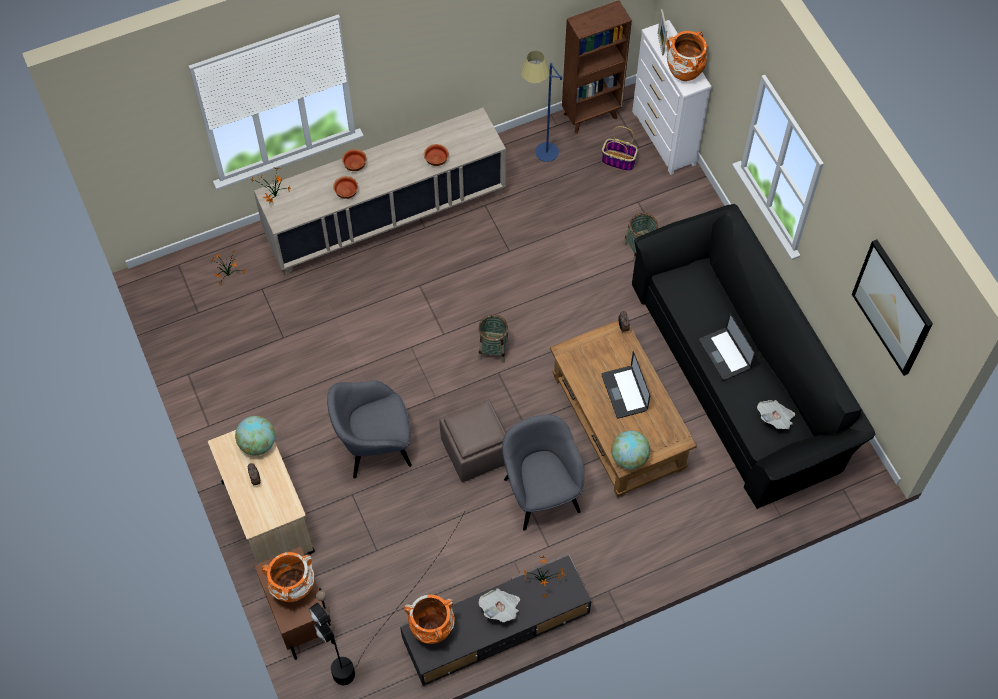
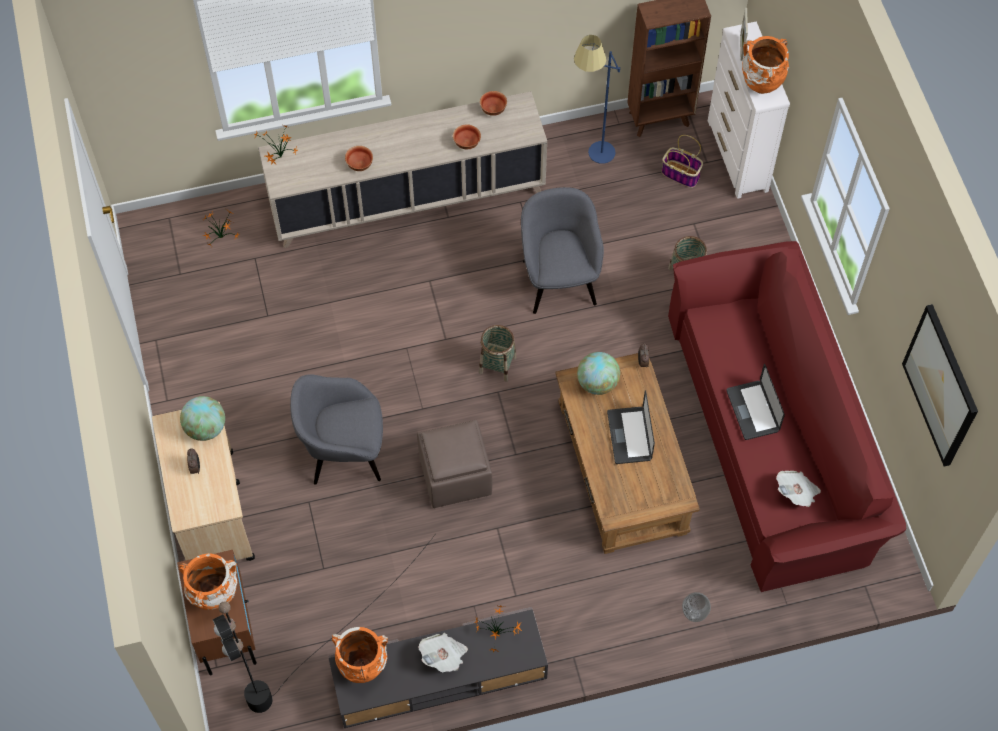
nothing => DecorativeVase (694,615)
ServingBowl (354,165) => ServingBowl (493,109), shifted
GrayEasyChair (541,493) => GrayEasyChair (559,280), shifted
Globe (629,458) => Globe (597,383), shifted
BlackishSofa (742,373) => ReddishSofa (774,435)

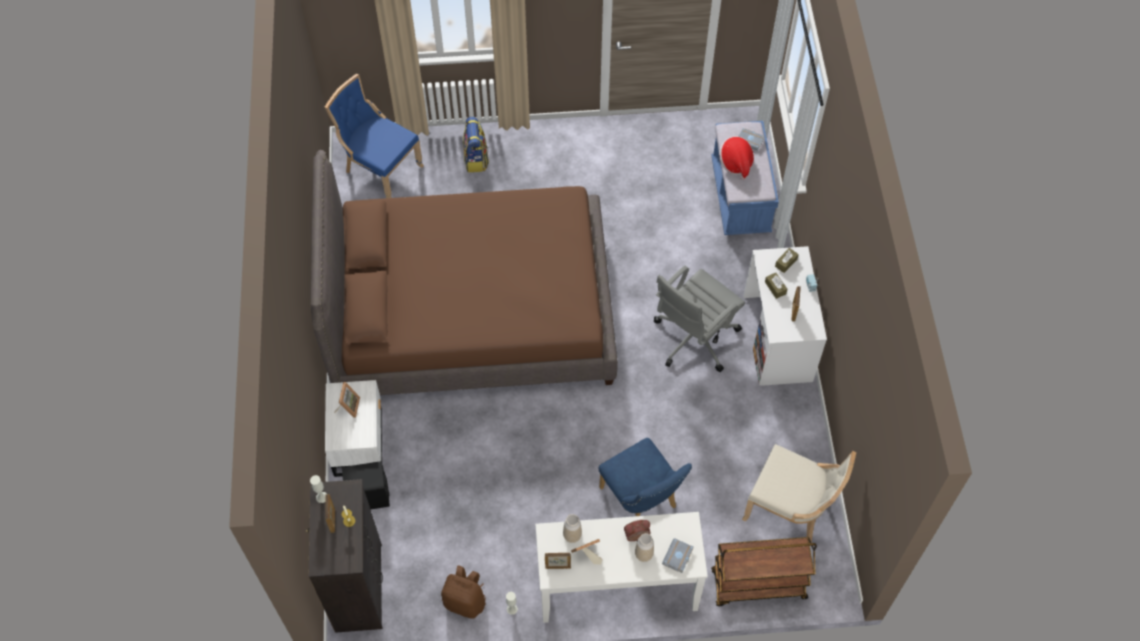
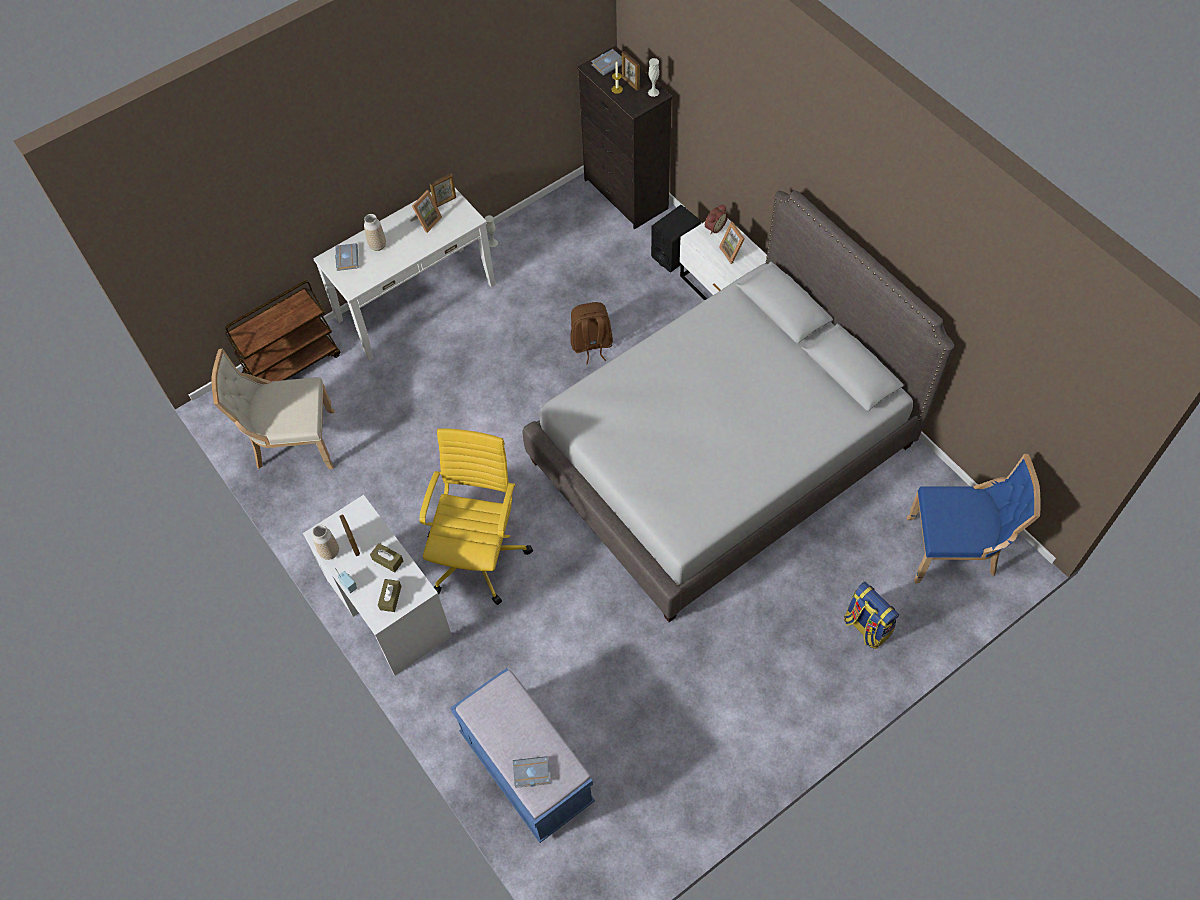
BlueColouredUprightChair (641,501) => nothing
Hat (735,163) => nothing
nothing => GrayBoundBook (608,63)
BrownishKnapsack (465,601) => BrownishKnapsack (591,345), shifted
DecorativeVase (572,535) => DecorativeVase (330,552), shifted
AlarmClock (637,536) => AlarmClock (714,227), shifted
BrownishBedroomBed (471,311) => GrayBedroomBed (722,453)
GrayDeskChair (693,339) => YellowColouredDeskChair (478,554)

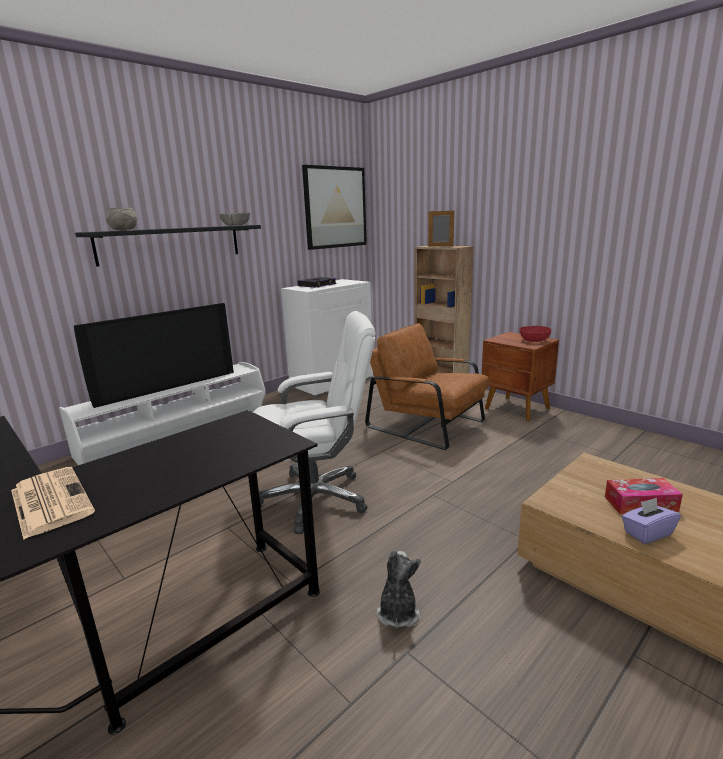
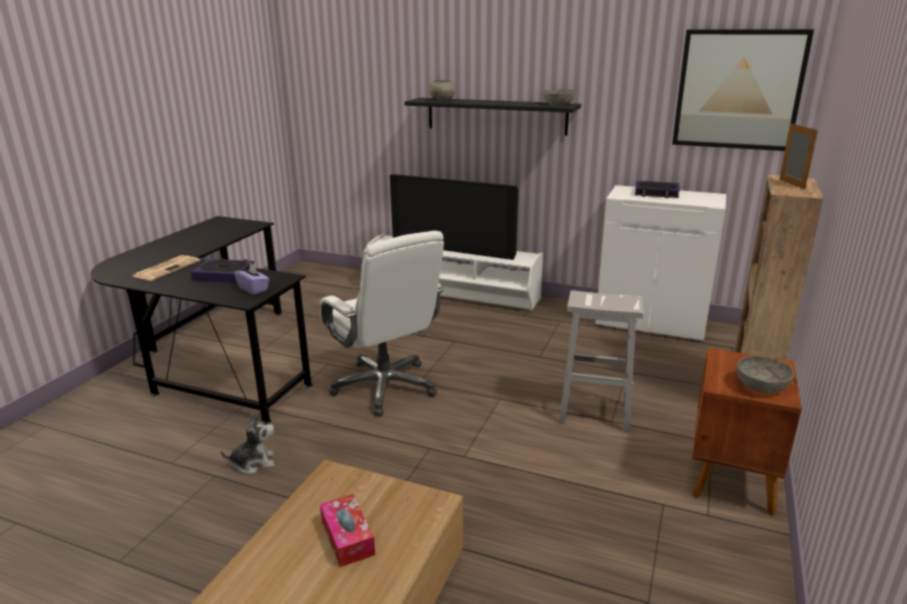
nothing => BoundBook (224,274)
PurplishTissueBox (647,533) => PurplishTissueBox (253,289), shifted
BrownishEasyChair (428,424) => WhitishSittingStool (596,413)
ReddishServingBowl (534,340) => GrayServingBowl (761,386)

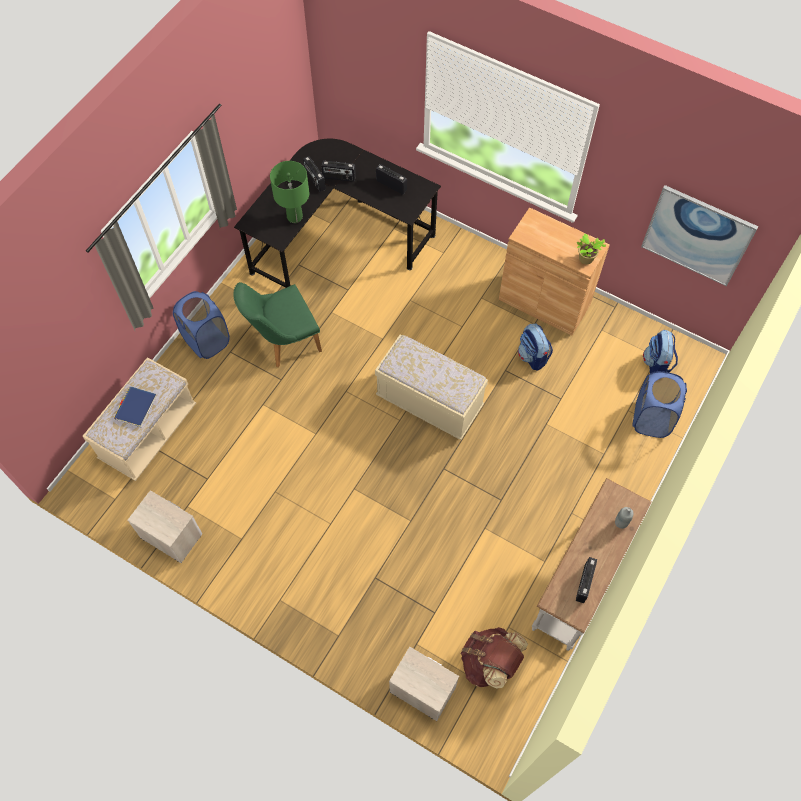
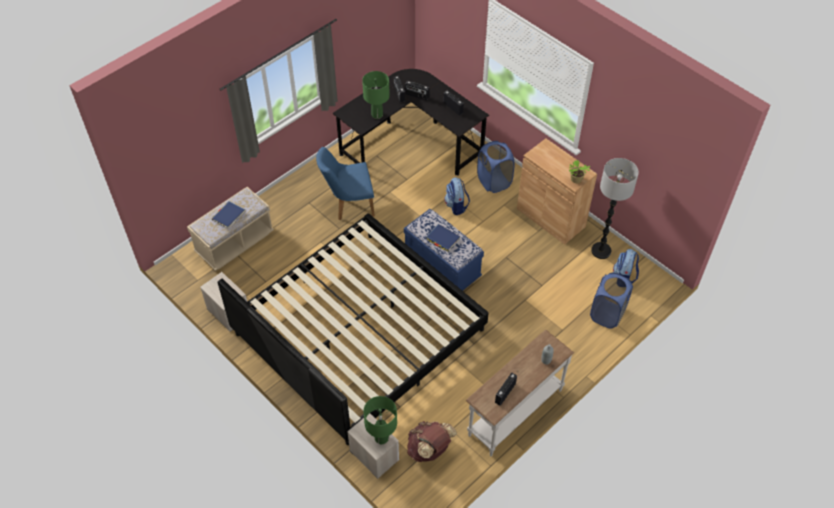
WallPicture (697,235) => nothing
nothing => BedroomBed (359,332)
nothing => GreenColouredTabletopLamp (381,438)
nothing => BlueColouredBoundBook (443,239)
nothing => StandingLamp (601,251)
BlueColouredLaundryBasket (207,341) => BlueColouredLaundryBasket (494,181), shifted
Knapsack (532,356) => Knapsack (456,206), shifted
GreenColouredUprightChair (283,342) => BlueColouredUprightChair (348,204)
SandColouredBench (429,402) => BlueColouredBench (442,266)

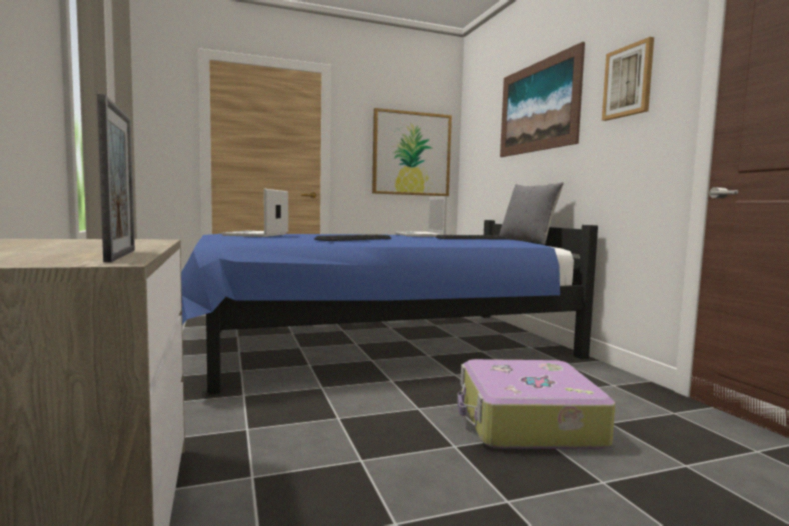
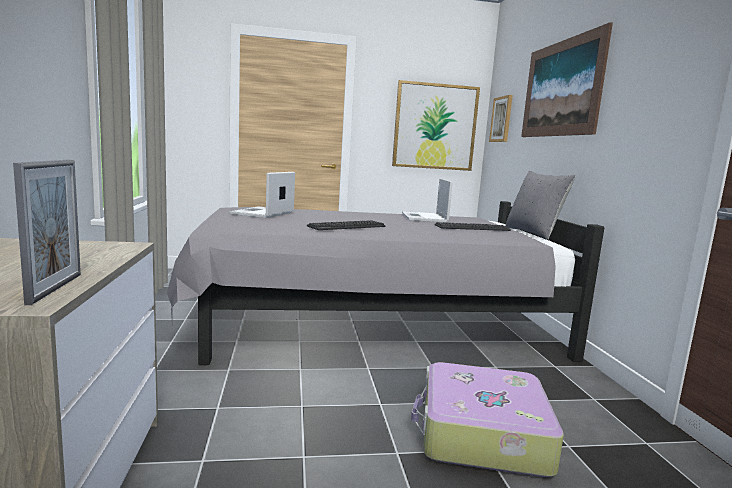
WallPicture (628,81) => WallPicture (501,119), shifted
BlueColouredBedroomBed (374,344) => GrayBedroomBed (368,323)

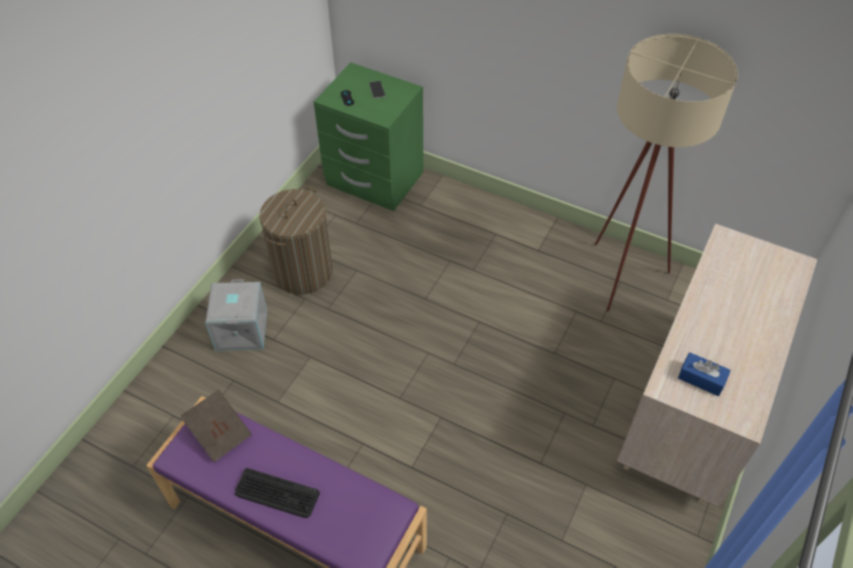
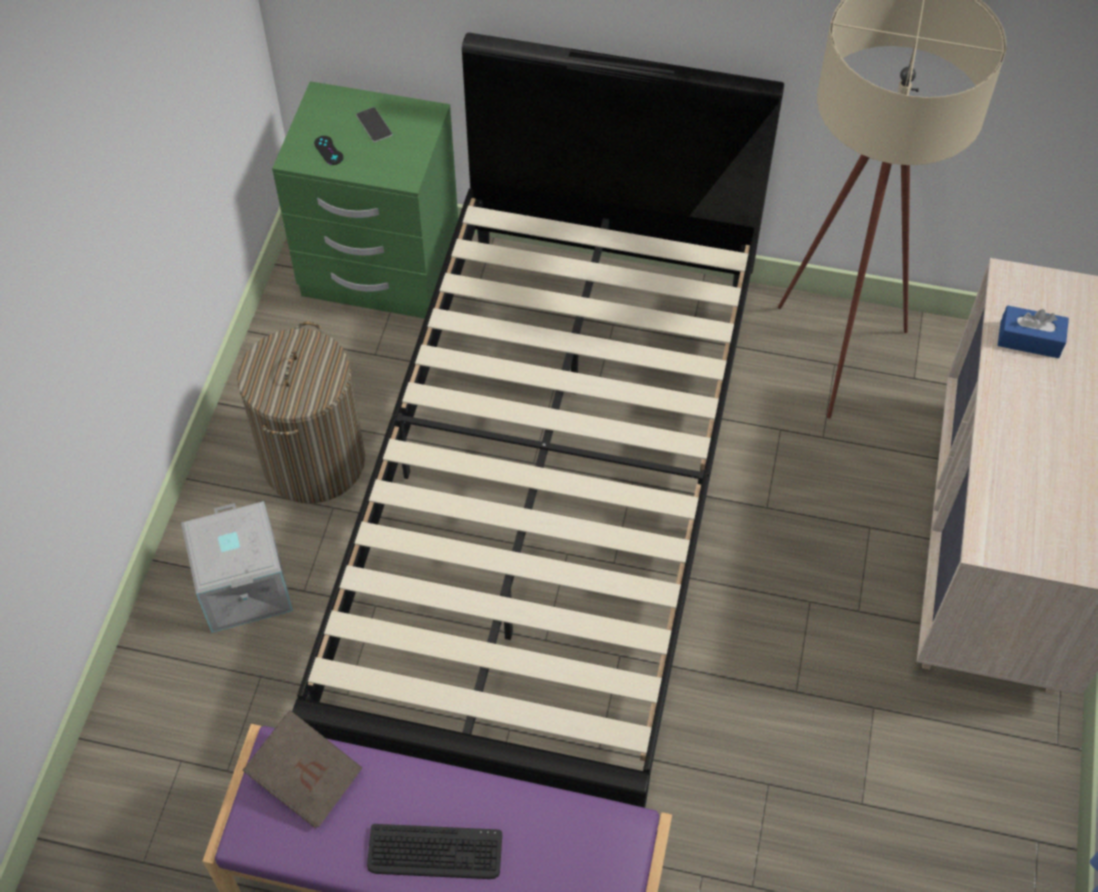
nothing => BlackishBedroomBed (549,505)
BlueColouredTissueBox (701,379) => BlueColouredTissueBox (1029,340), shifted

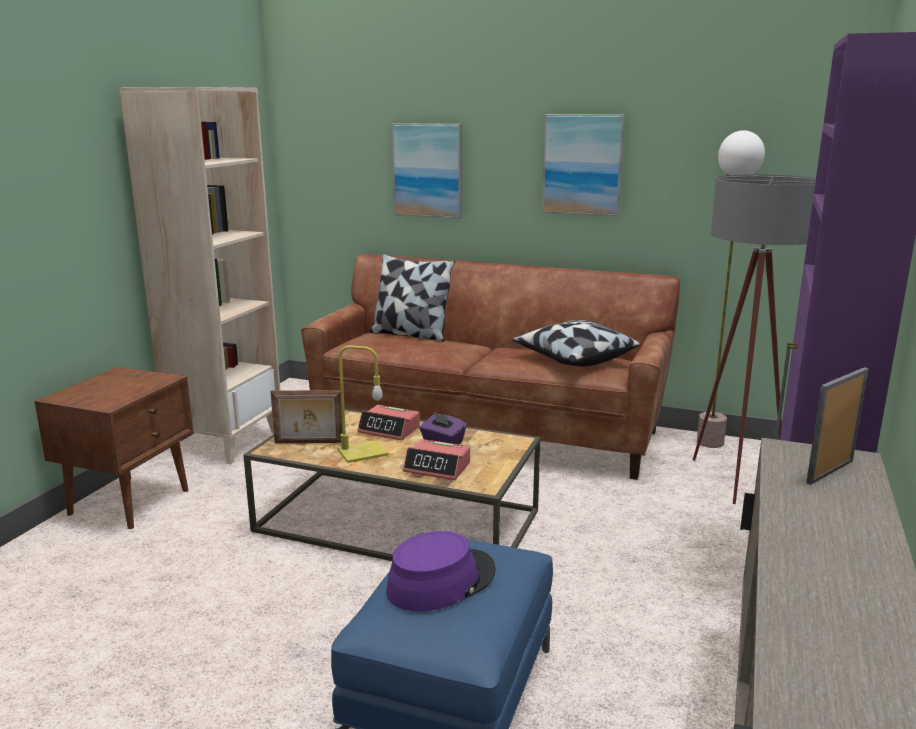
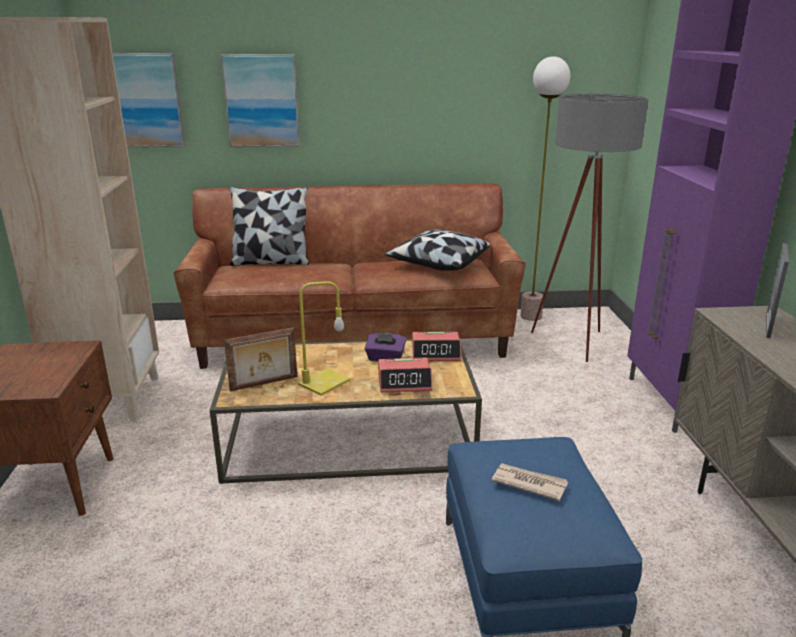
AlarmClock (389,430) => AlarmClock (436,353), shifted
WallPicture (582,164) => WallPicture (143,100), shifted
PurplishHat (441,581) => Newspaper (528,483)

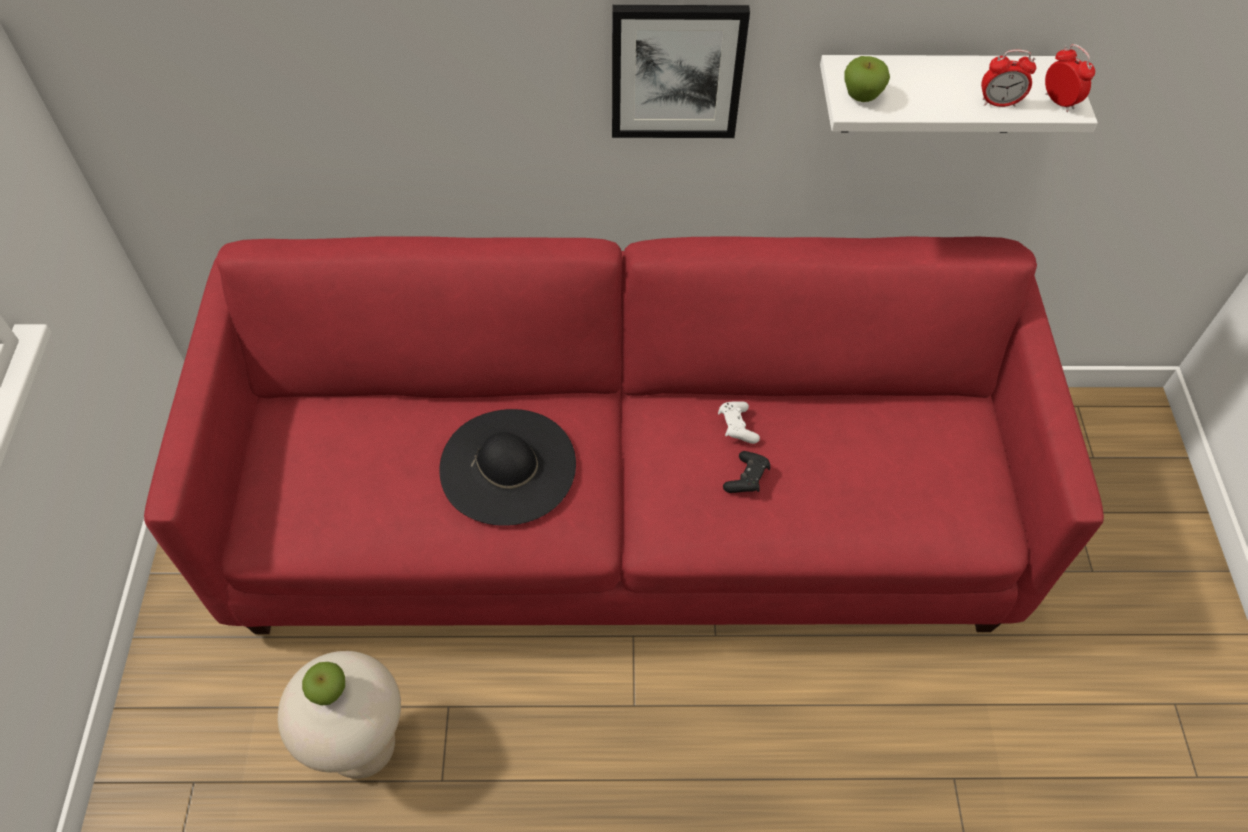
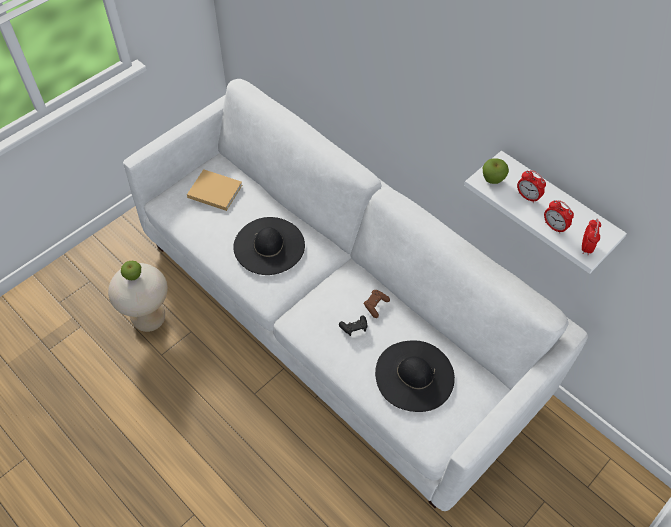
WallPicture (676,71) => nothing
nothing => SandColouredBoundBook (213,191)
nothing => BlackishHat (414,375)
nothing => AlarmClock (527,197)
ReddishSofa (622,511) => WhitishSofa (335,317)
WhitishGamepad (737,427) => BrownishGamepad (375,305)

